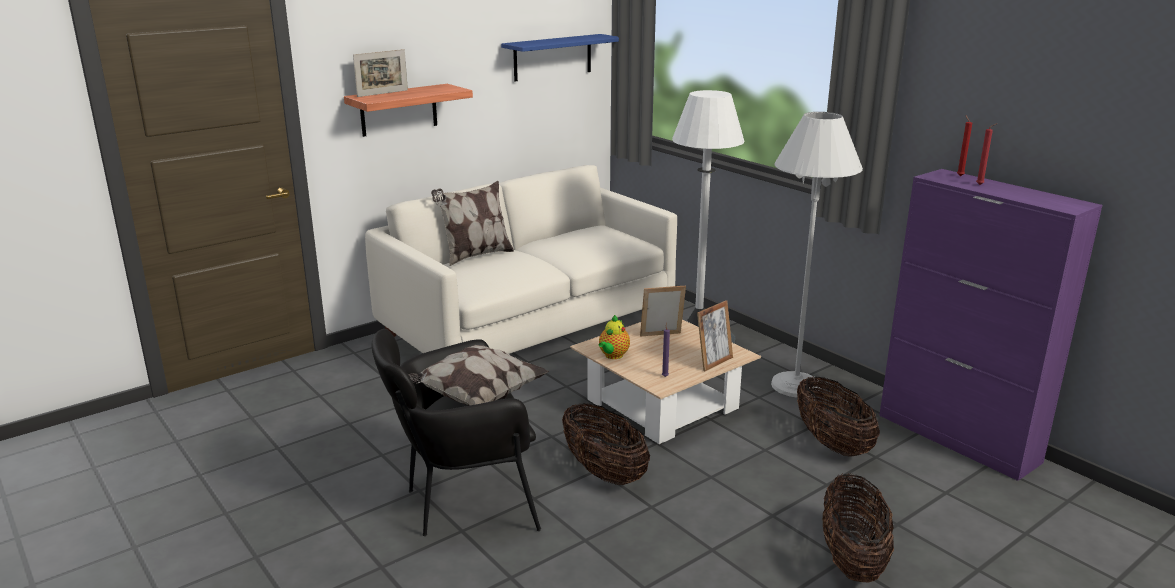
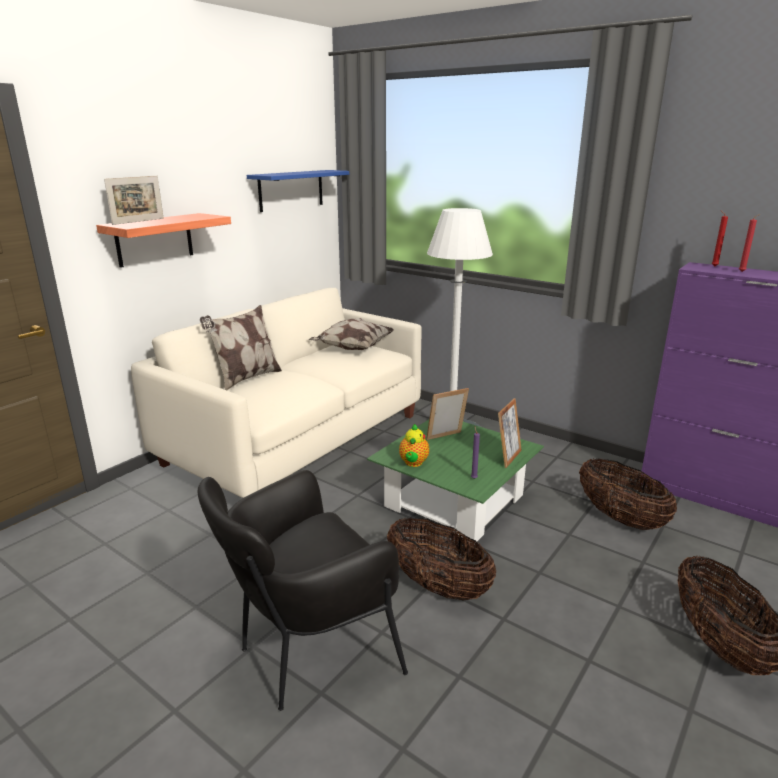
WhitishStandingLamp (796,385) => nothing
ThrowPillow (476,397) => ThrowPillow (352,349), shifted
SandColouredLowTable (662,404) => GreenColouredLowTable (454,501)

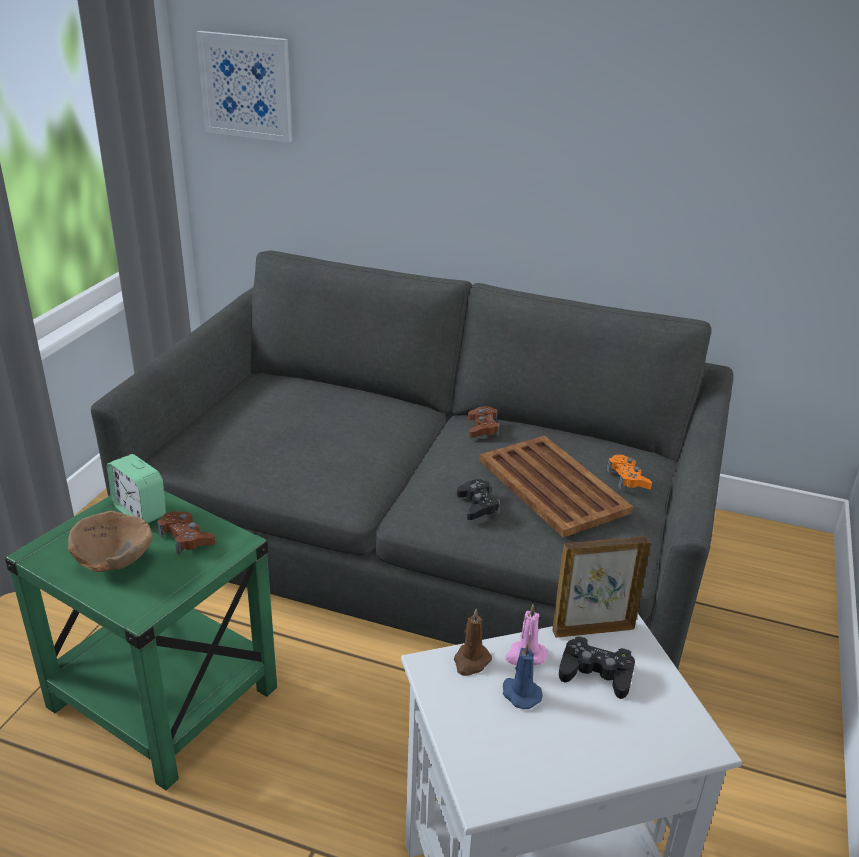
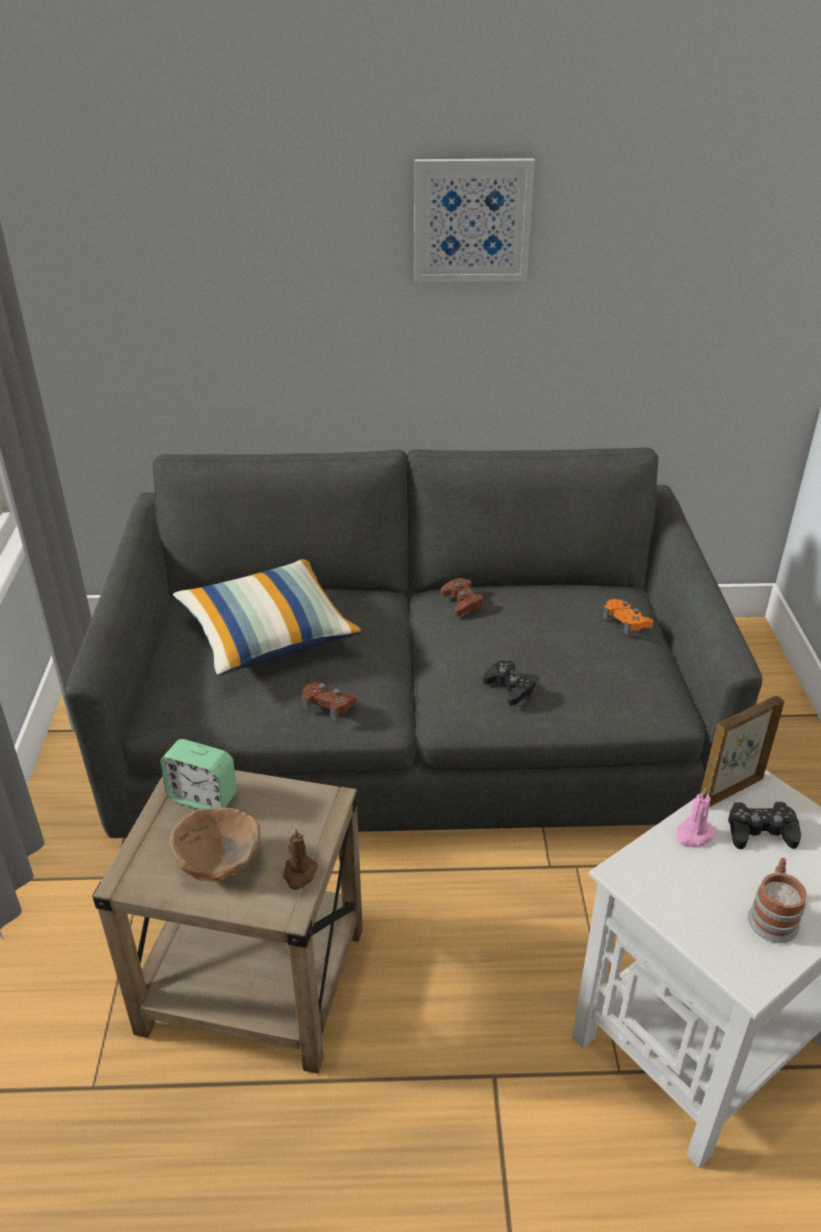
BrownishCarryingTray (552,485) => nothing
BlueColouredWaxLight (520,693) => nothing
nothing => ThrowPillow (268,634)
nothing => Mug (772,916)
BrownishGamepad (186,538) => BrownishGamepad (328,704), shifted
WallPicture (246,86) => WallPicture (472,220), shifted
BrownishWaxLight (471,661) => BrownishWaxLight (299,874), shifted
GreenColouredSideTable (165,699) => SandColouredSideTable (255,980)

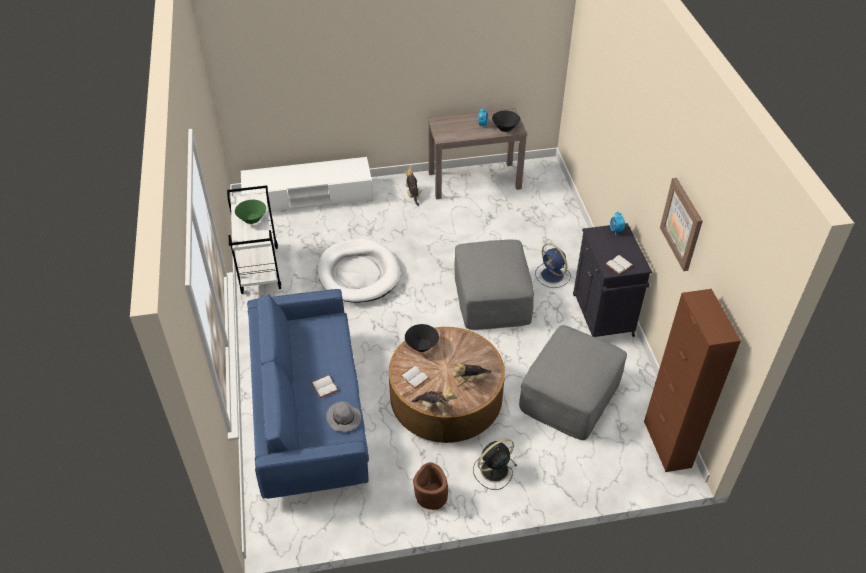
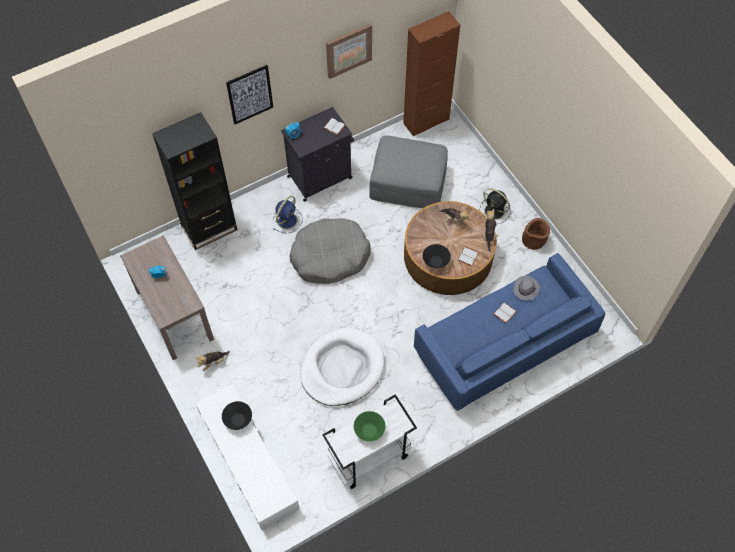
nothing => BlackishBookcase (209,228)
nothing => WallPicture (250,94)
BlackishServingBowl (505,128) => BlackishServingBowl (238,420), shifted
GrayOttoman (492,297) => GrayPetBed (329,256)

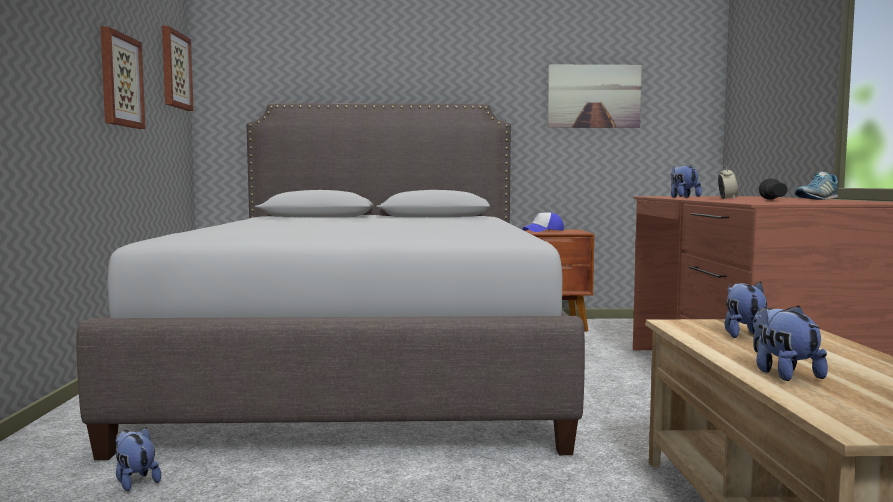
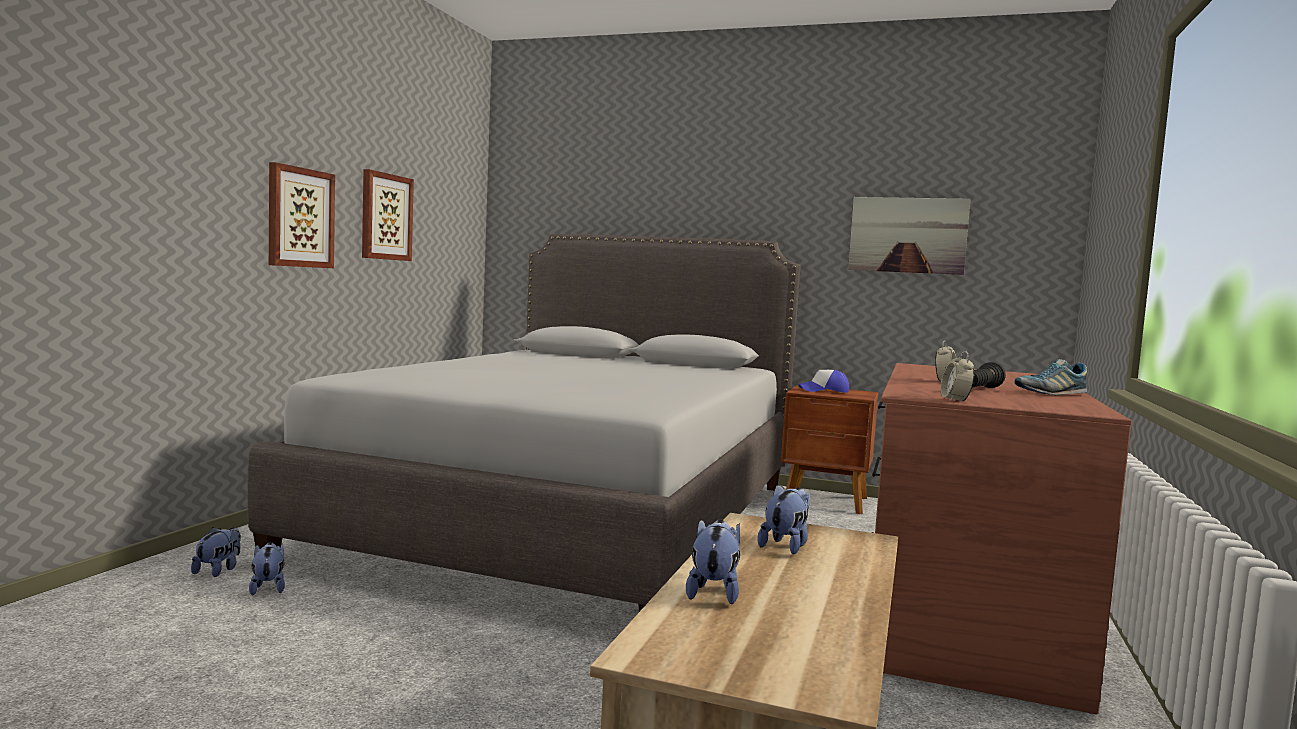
nothing => AlarmClock (955,400)
WallPicture (175,70) => WallPicture (299,217), shifted
SoftToy (682,197) => SoftToy (218,570), shifted

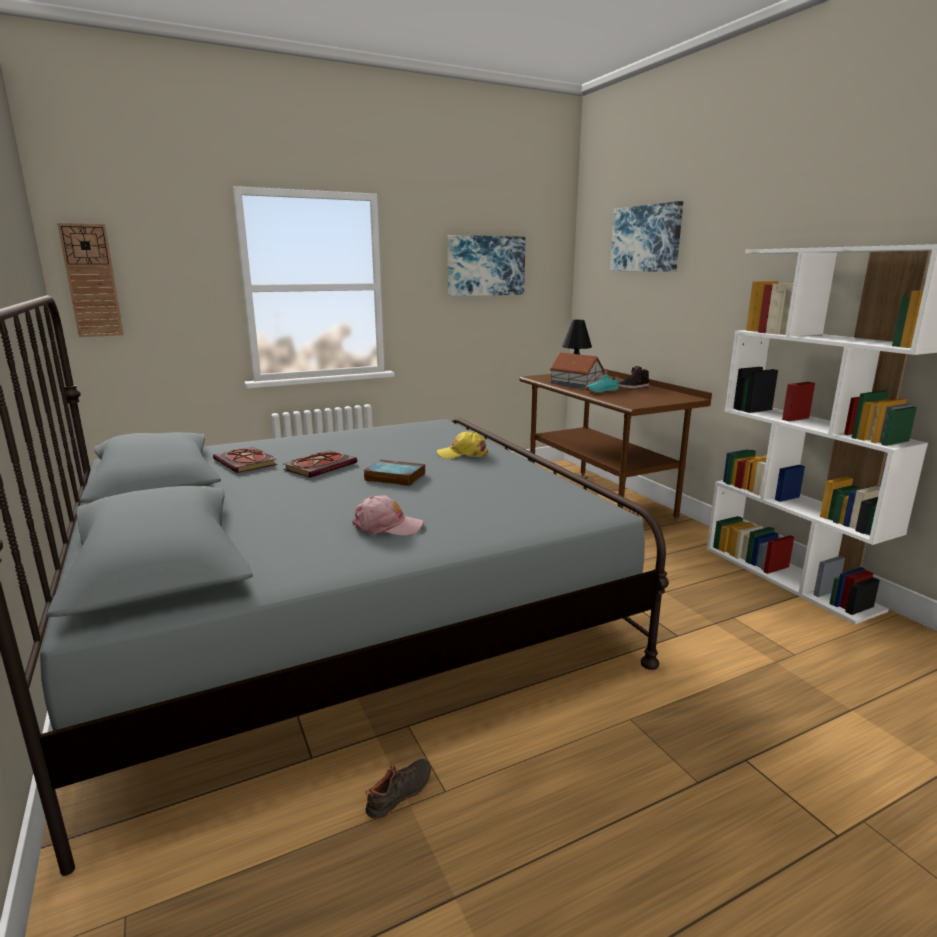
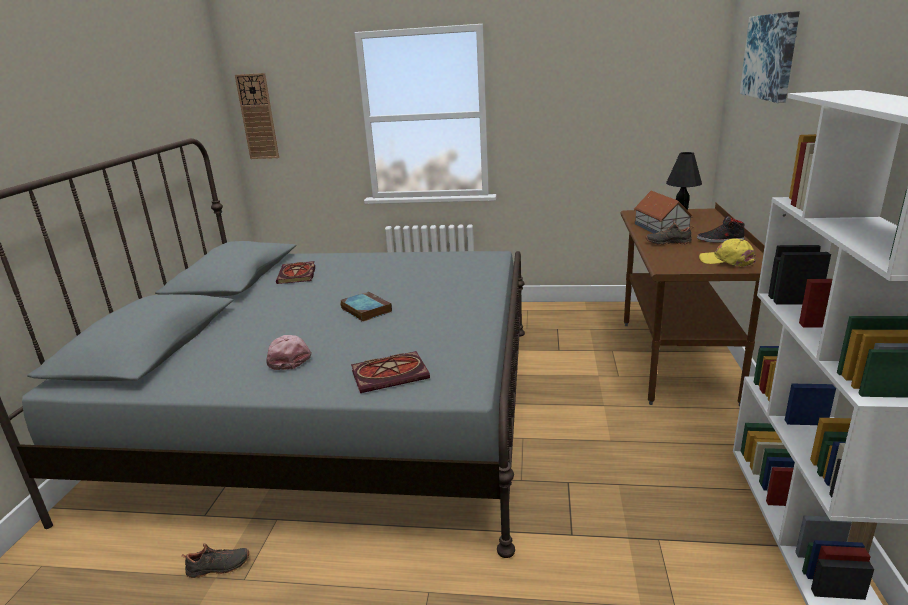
WallPicture (485,266) => nothing
BoundBook (321,466) => BoundBook (391,374), shifted
YellowColouredPeakedCap (462,454) => YellowColouredPeakedCap (727,261), shifted
BlueGreenLowShoe (601,391) => BlackishLowShoe (667,242)
PinkColouredPeakedCap (387,526) => PinkColouredPeakedCap (288,358), 150 degrees counterclockwise

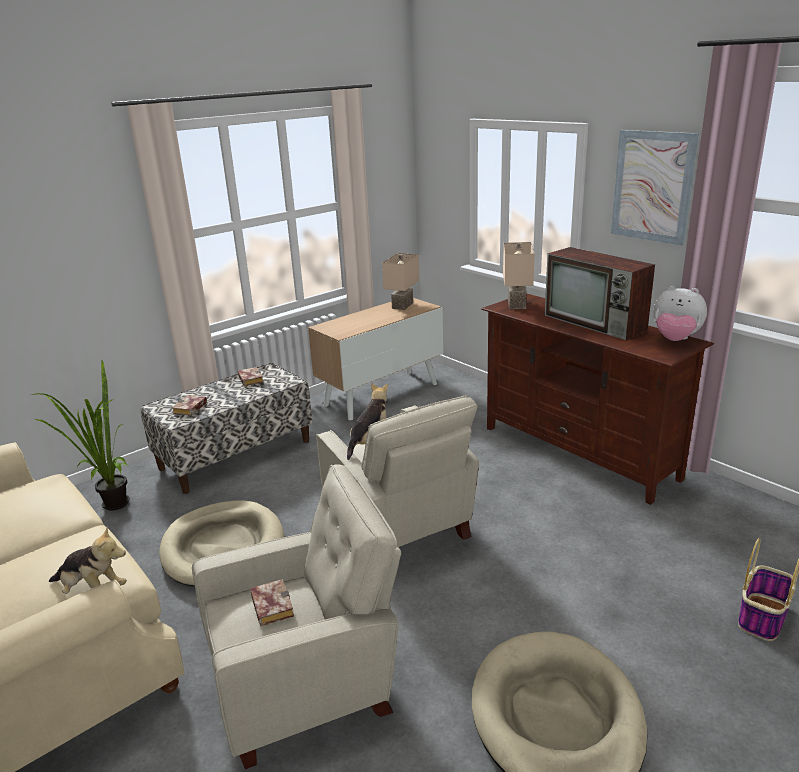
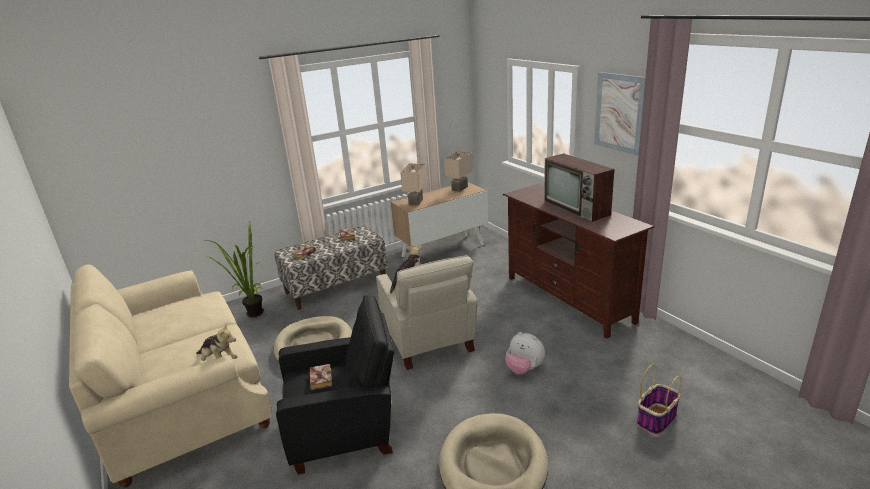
SandColouredTabletopLamp (515,304) => SandColouredTabletopLamp (415,202), shifted
SoftToy (675,340) => SoftToy (524,369), shifted
SandColouredEasyChair (308,684) => BlackishEasyChair (346,431)

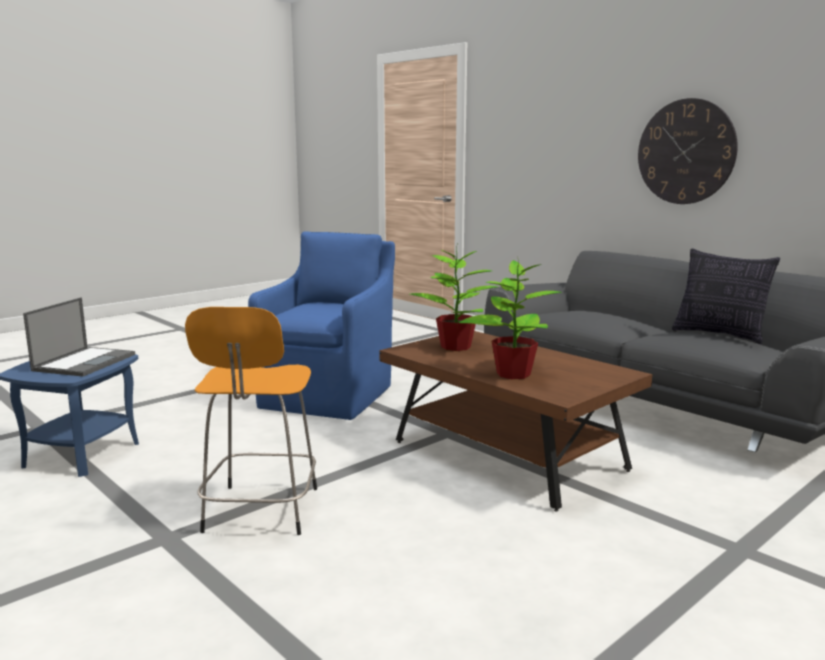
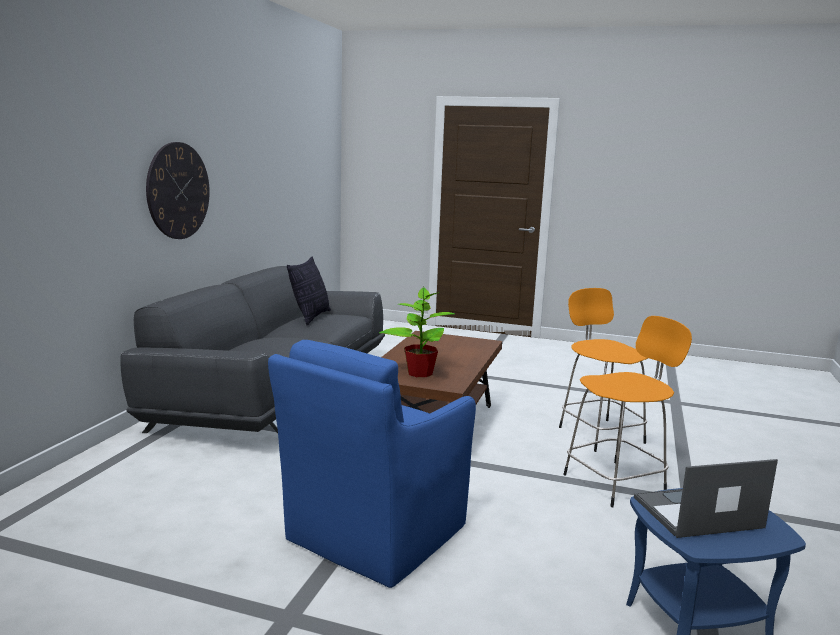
PlantInAPot (512,374) => nothing
nothing => OrangeColouredSittingStool (599,434)
BlueColouredEasyChair (329,395) => BlueColouredEasyChair (373,535), 45 degrees counterclockwise

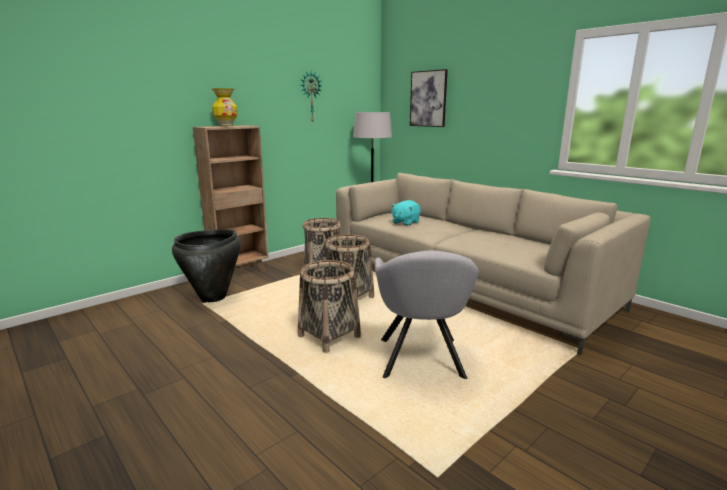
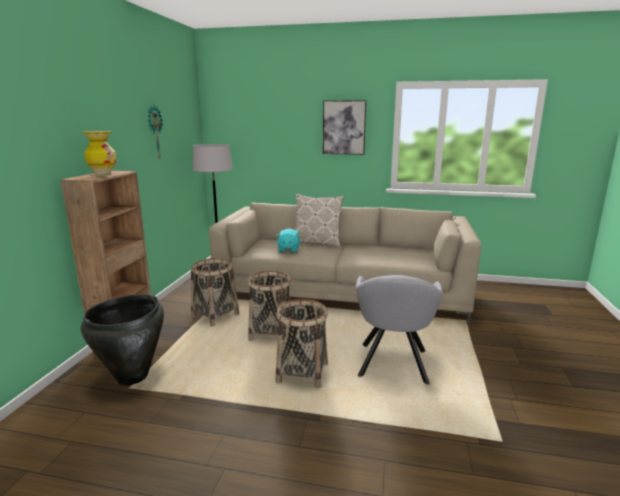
nothing => ThrowPillow (317,243)
WallPicture (428,99) => WallPicture (344,127), shifted
GrayEasyChair (421,361) => GrayEasyChair (392,366), 45 degrees clockwise

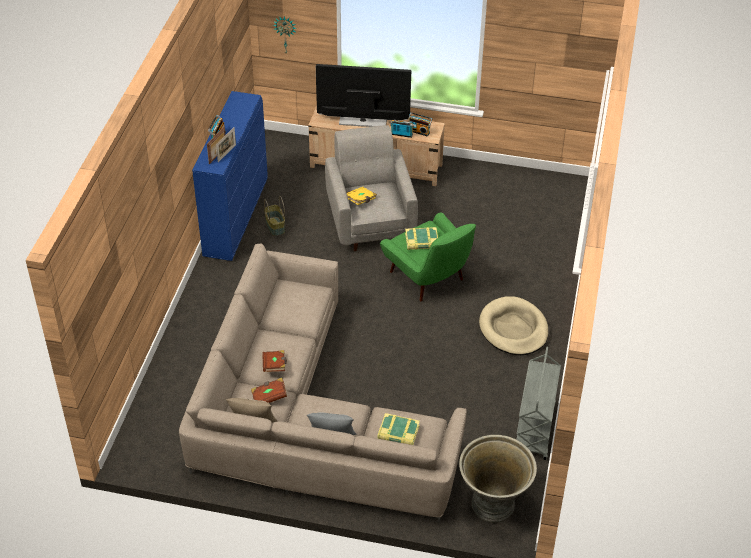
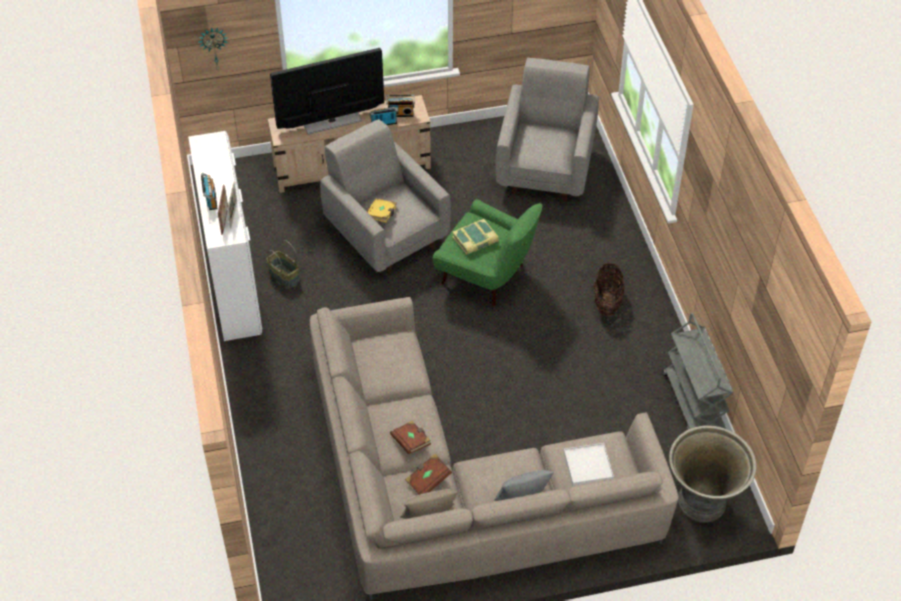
nothing => GrayEasyChair (546,168)
BoundBook (398,433) => WhitishCarryingTray (588,466)
SandColouredPetBed (513,329) => StorageBasket (607,302)
BlueColouredDresser (237,217) => WhitishDresser (234,281)

